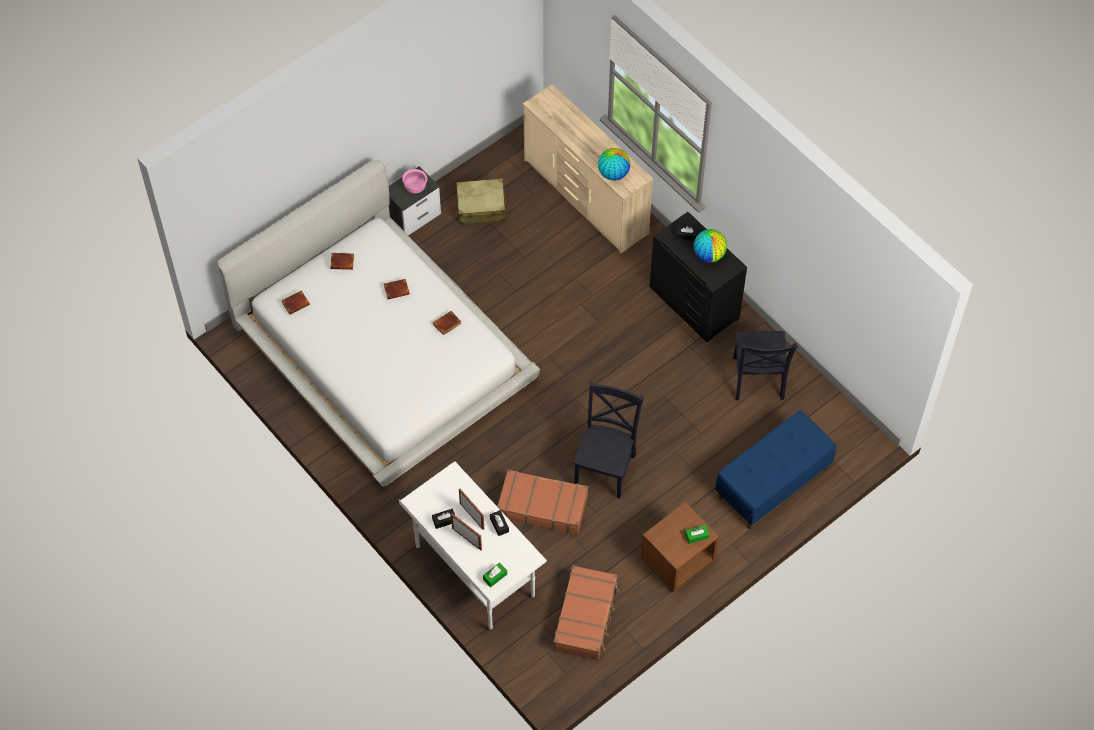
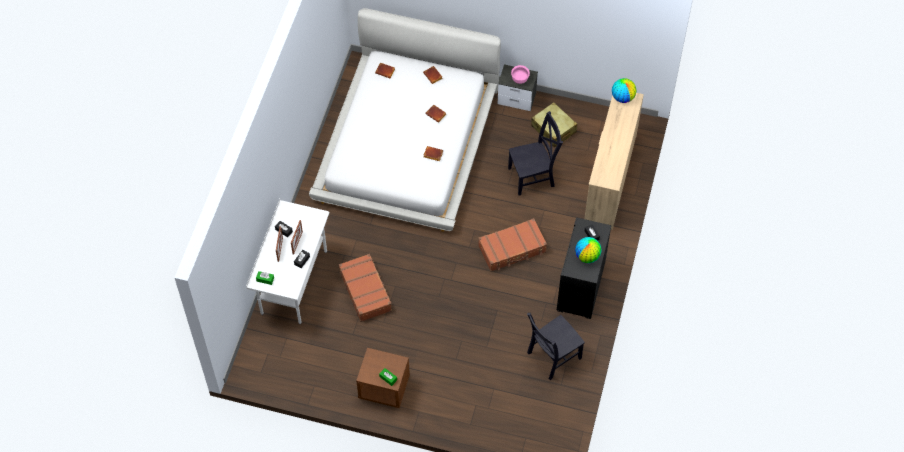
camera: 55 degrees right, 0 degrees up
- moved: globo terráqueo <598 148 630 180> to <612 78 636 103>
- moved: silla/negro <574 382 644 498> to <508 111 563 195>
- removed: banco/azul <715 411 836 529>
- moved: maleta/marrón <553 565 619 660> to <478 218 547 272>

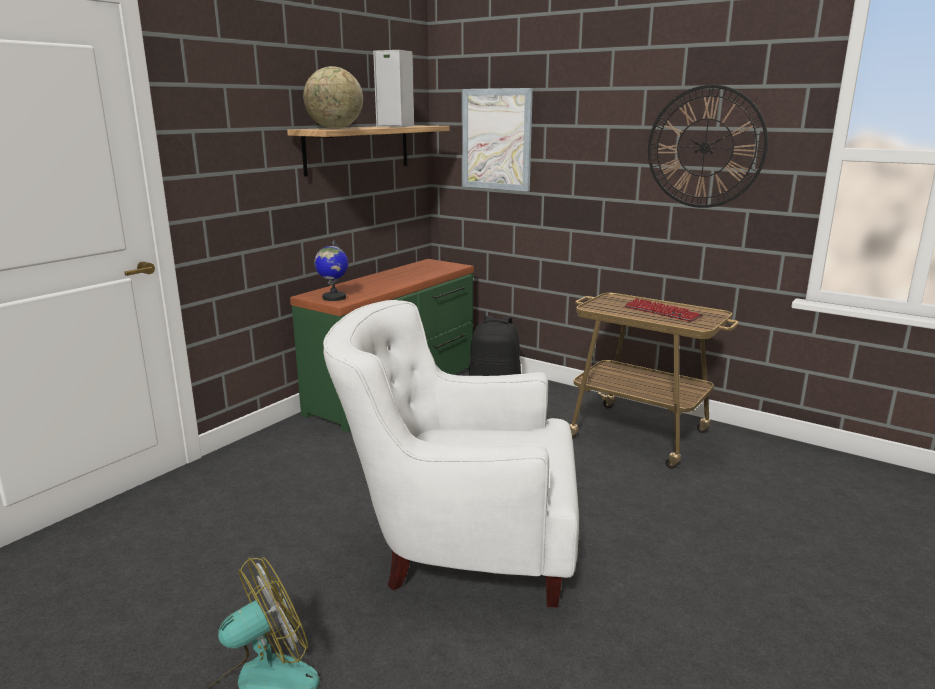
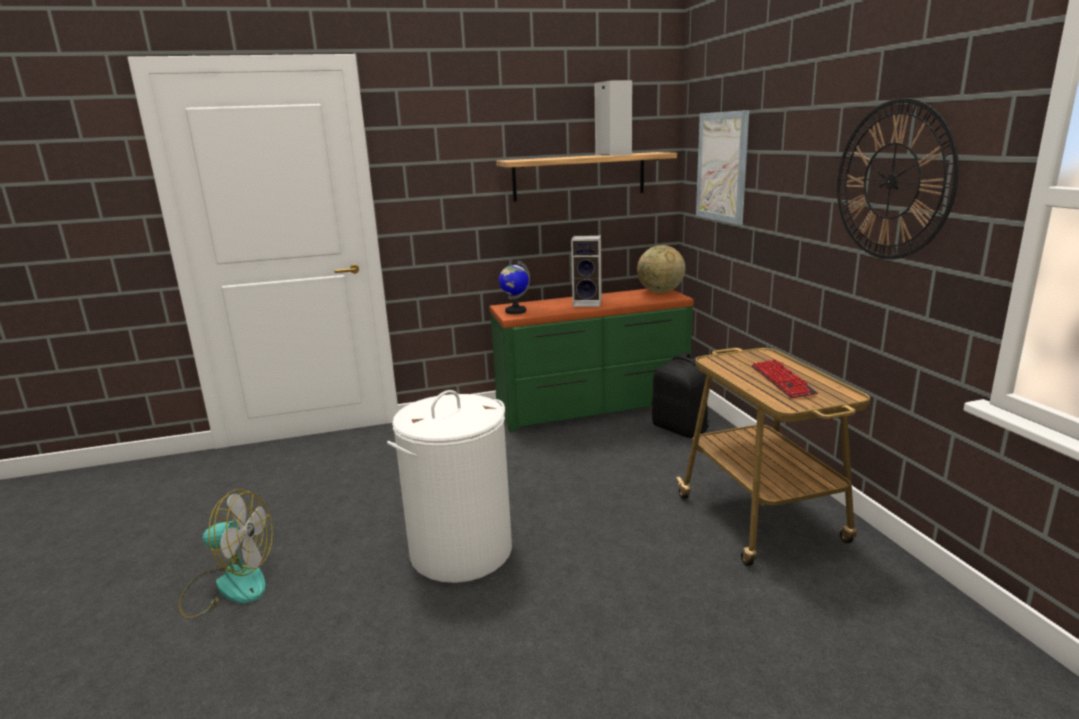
camera: 40 degrees right, 0 degrees up
- moved: globo terráqueo <303 66 363 129> to <637 245 685 293>
- replaced: sillón/blanco <323 300 579 608> to cesto de la ropa/blanco <387 390 512 583>
- added: altavoz <571 235 602 307>

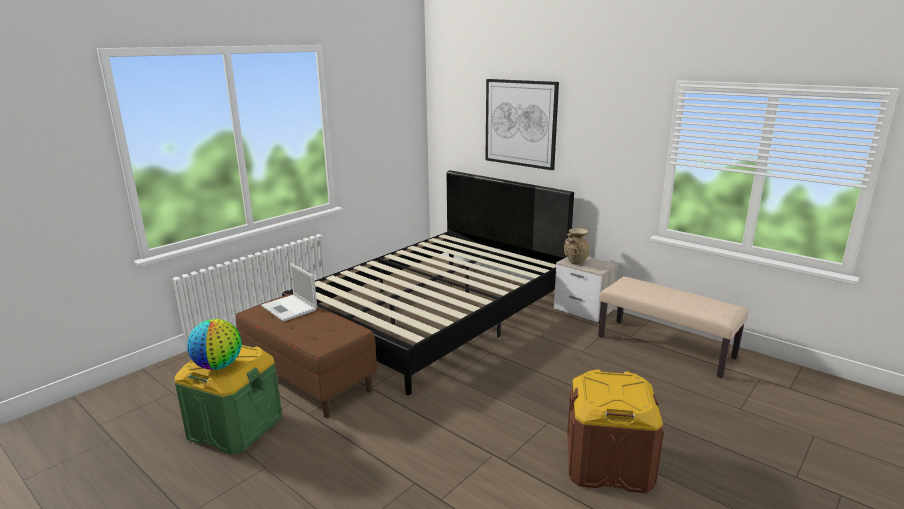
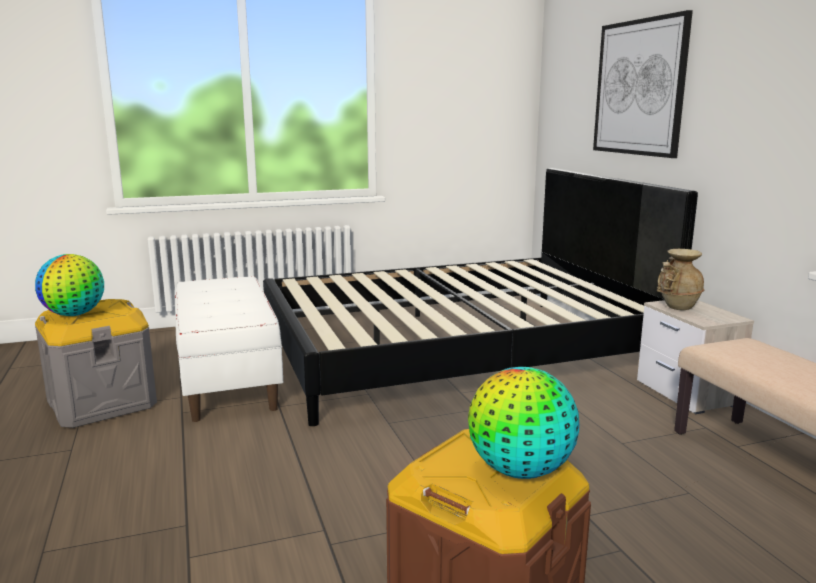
camera: 30 degrees right, 5 degrees down
- removed: portátil <261 263 317 322>
- recoloured: banco/marrón <236 294 377 418> to banco/blanco <175 276 283 422>
- recoloured: caja de almacenaje/verde <175 345 282 455> to caja de almacenaje/gris <35 299 157 428>
- added: globo terráqueo <468 367 579 479>

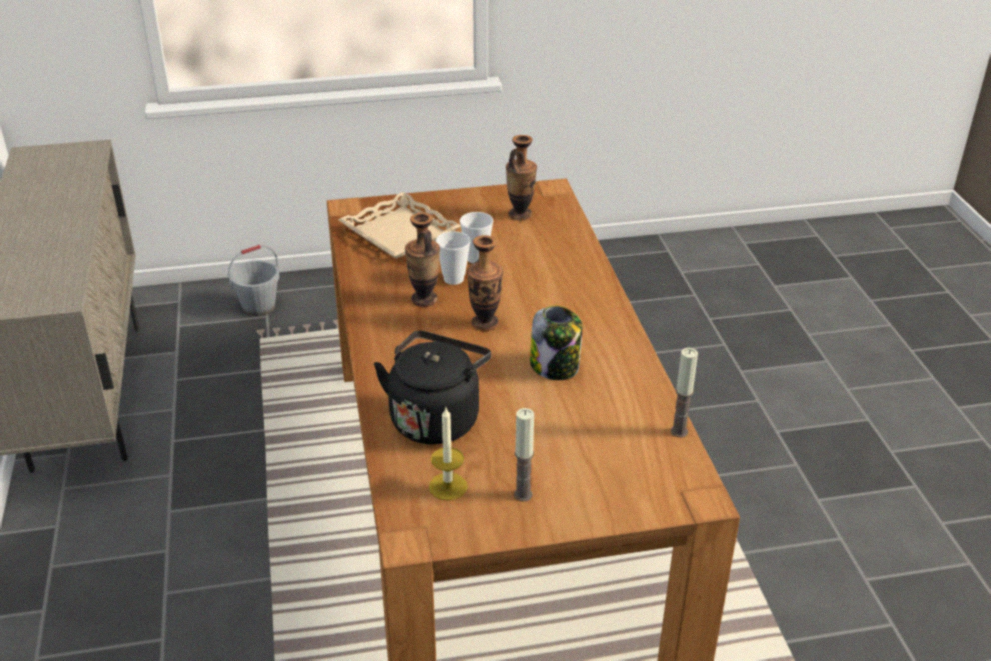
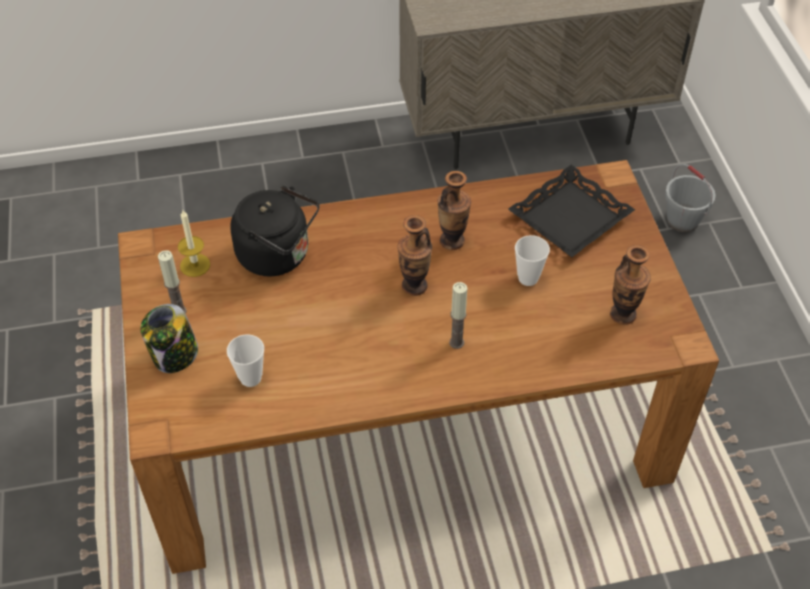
camera: 90 degrees right, 15 degrees up
- recoloured: bandeja/beis <338 192 461 259> to bandeja/negro <508 165 635 257>
- moved: taza <436 231 470 285> to <227 334 264 387>
- moved: tarro <530 305 582 380> to <140 304 198 373>
- moved: vela <671 348 698 437> to <449 282 467 349>

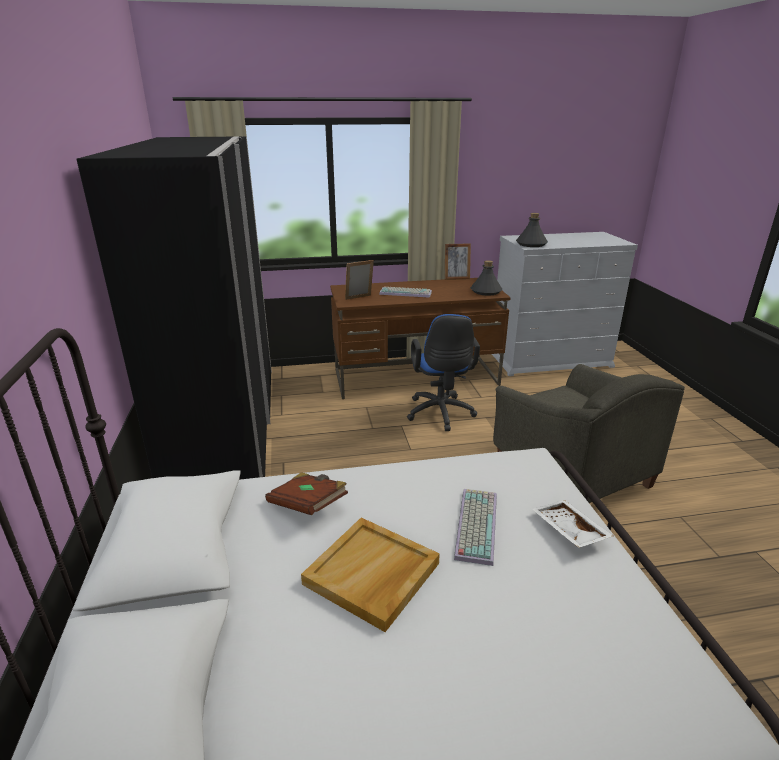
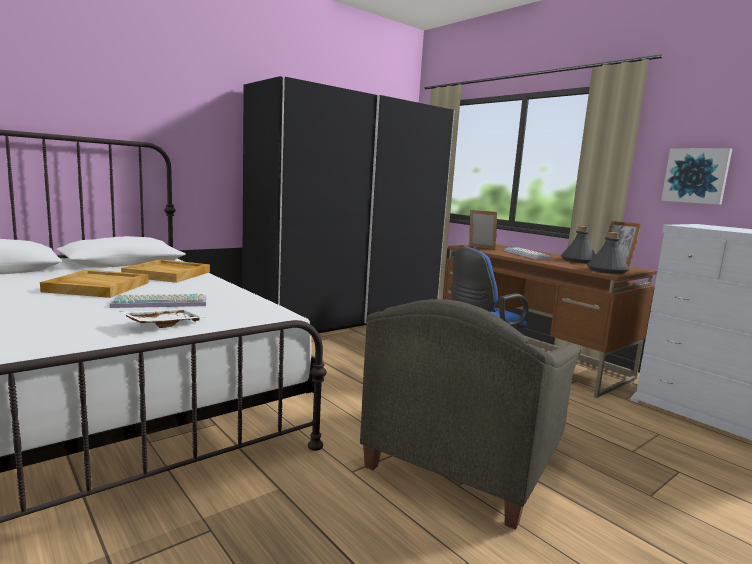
camera: 60 degrees right, 15 degrees down
- moved: botella/gris <516 213 548 247> to <561 226 596 263>
- replaced: libro/marrón <265 472 348 515> to bandeja/beis <121 259 210 283>
- added: cuadro <661 148 732 205>

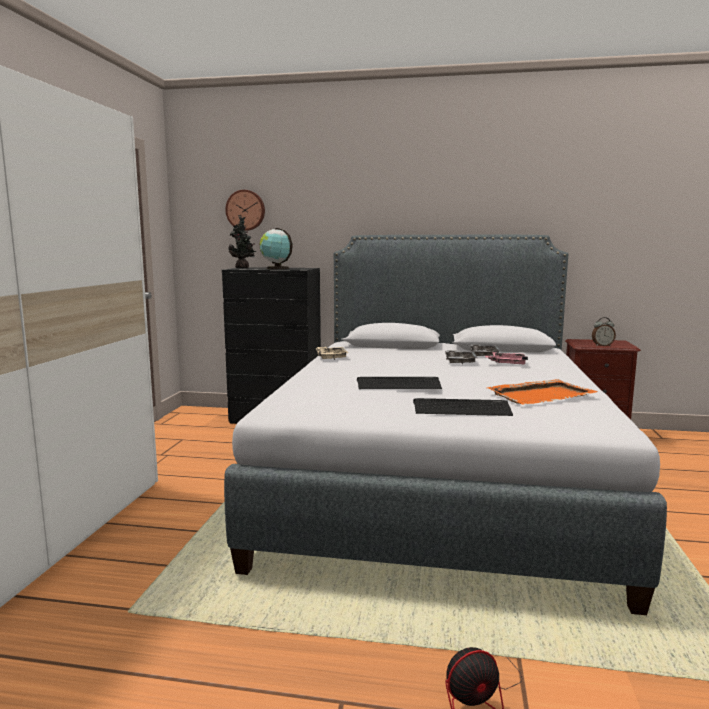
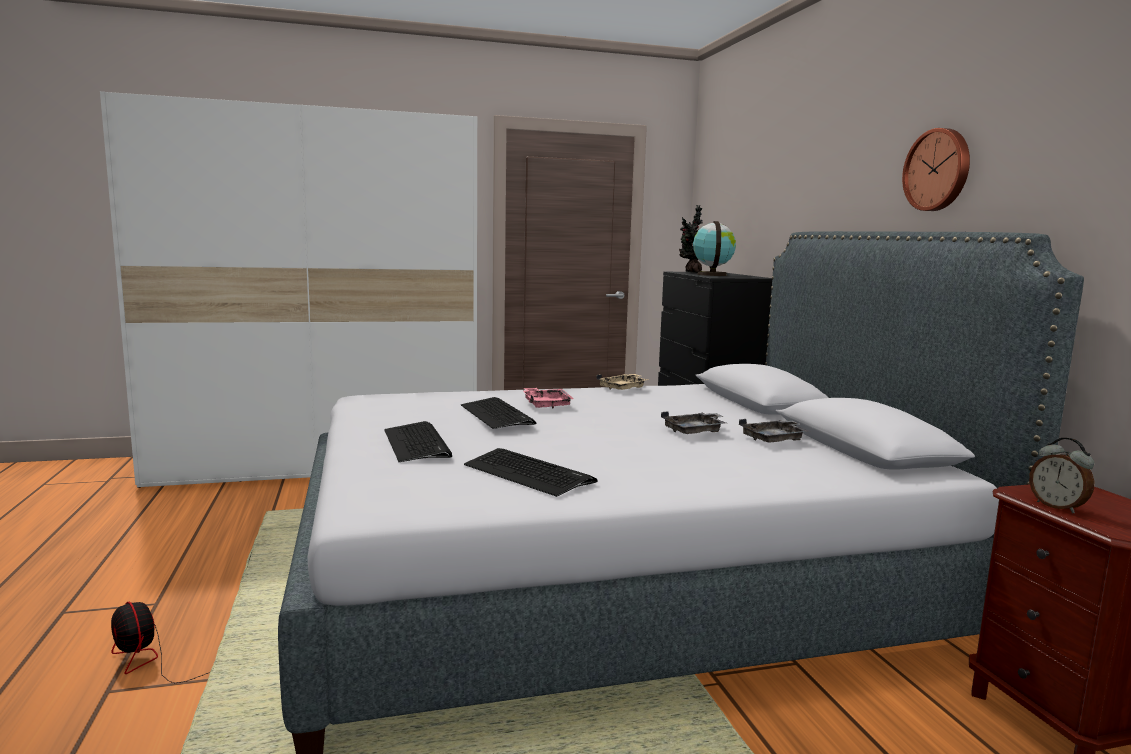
camera: 65 degrees right, 0 degrees up
- moved: reloj de pared <225 190 265 231> to <902 128 970 211>
- moved: bandeja/rosa <485 352 528 364> to <523 388 574 408>
- replaced: bandeja/naranja <487 379 598 405> to teclado <464 448 598 497>

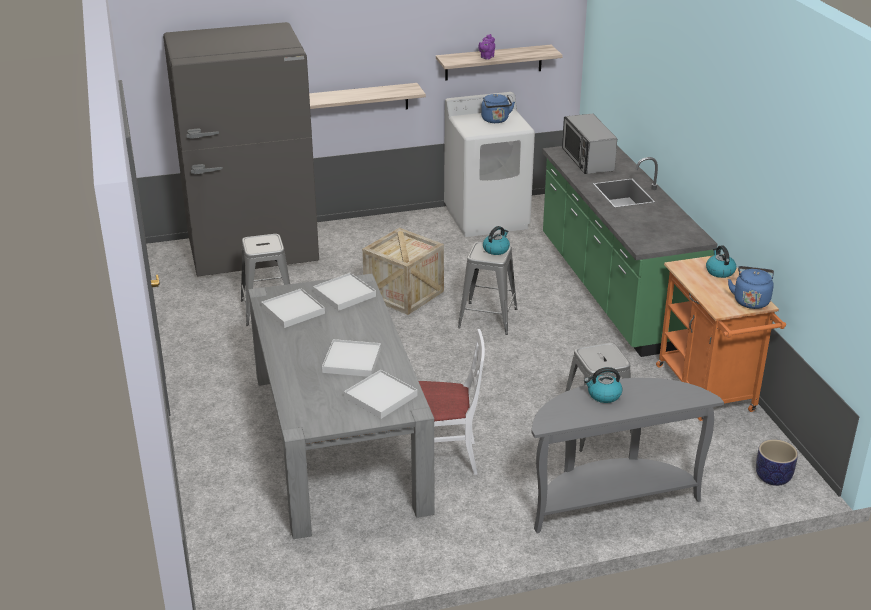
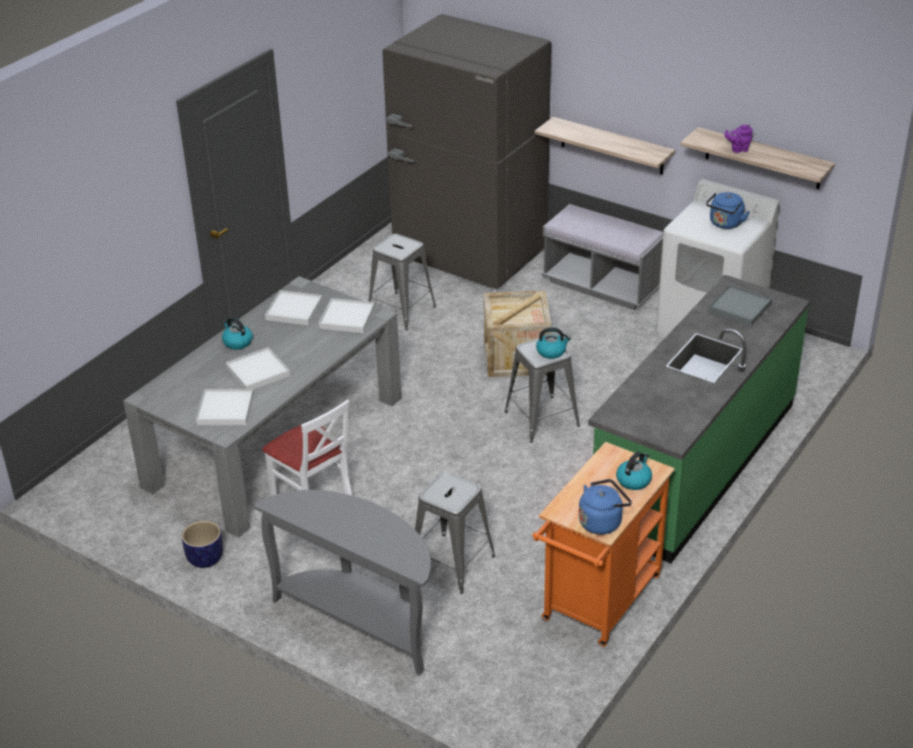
camera: 50 degrees right, 5 degrees up
- replaced: microondas <562 114 617 174> to bandeja/gris <709 285 772 326>
- moved: hervidor <584 367 623 403> to <222 317 253 349>
- moved: maceta <756 439 798 486> to <182 521 223 568>
- added: banco/gris <542 204 663 310>

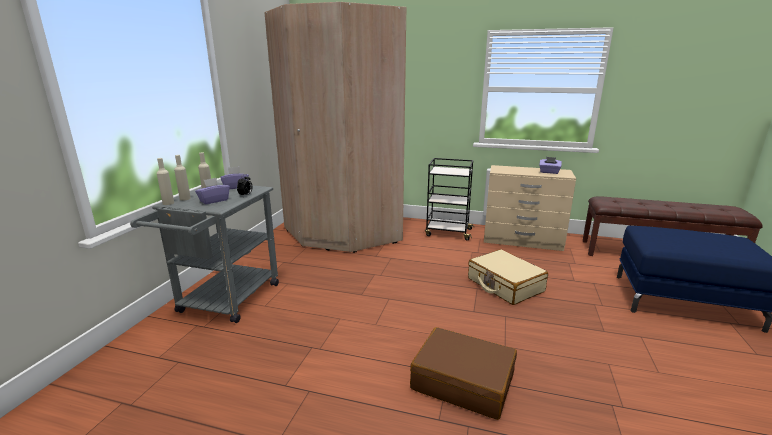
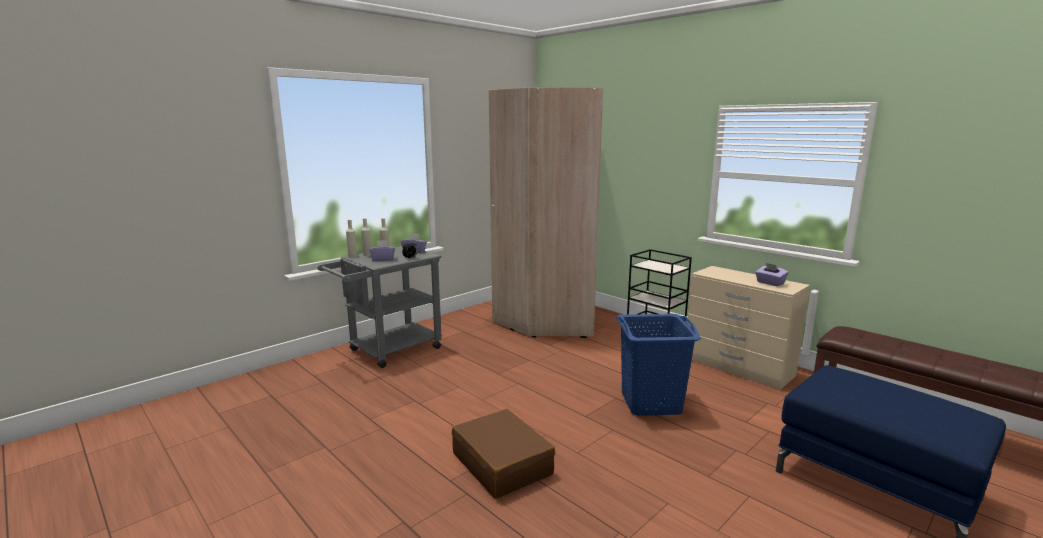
camera: 30 degrees right, 5 degrees down
- replaced: maleta/beis <468 249 548 305> to cesto de la ropa/azul <616 314 701 416>

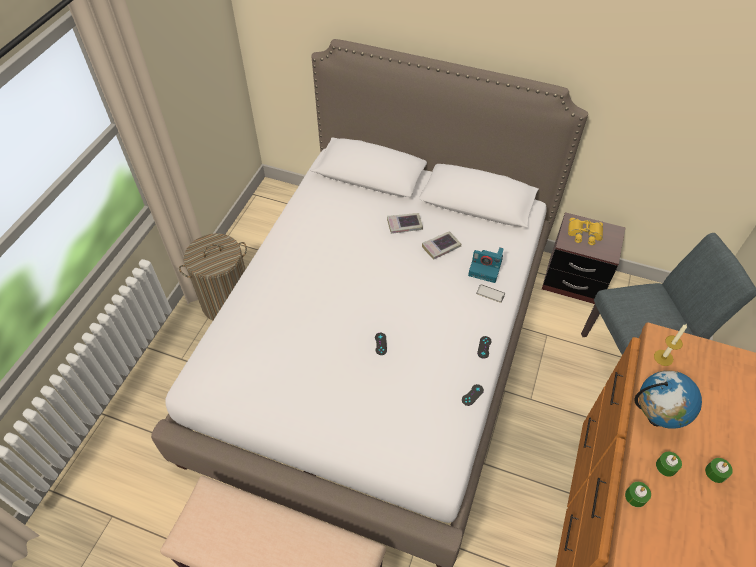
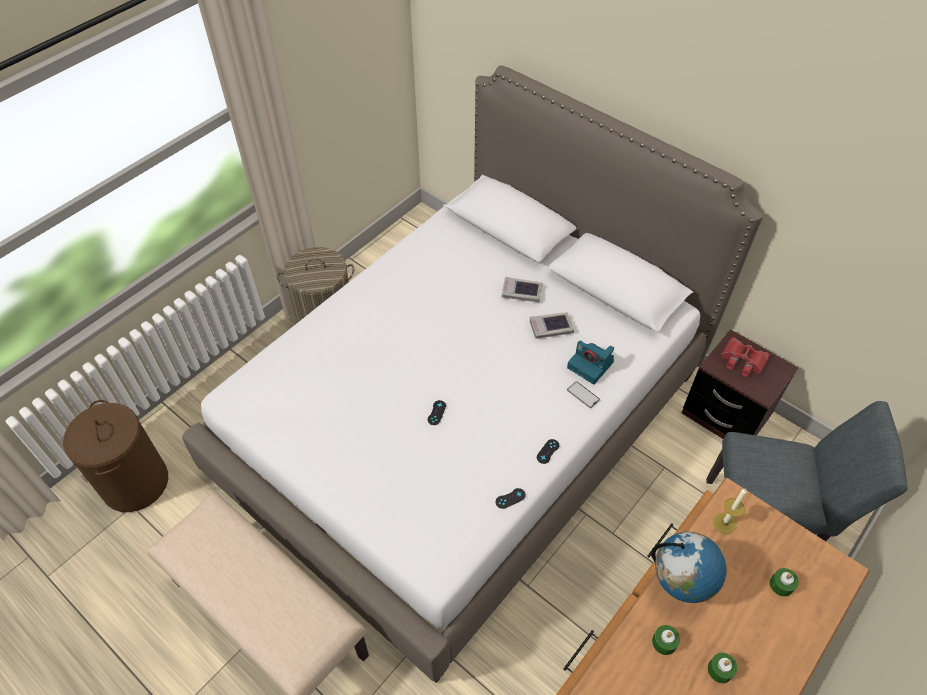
camera: 20 degrees right, 0 degrees up
- recoloured: prismáticos/amarillo <568 218 603 245> to prismáticos/rojo <721 337 770 377>
- moved: vela/verde <625 482 651 507> to <770 568 799 597>
- added: cesto de la ropa/marrón <63 400 168 512>

